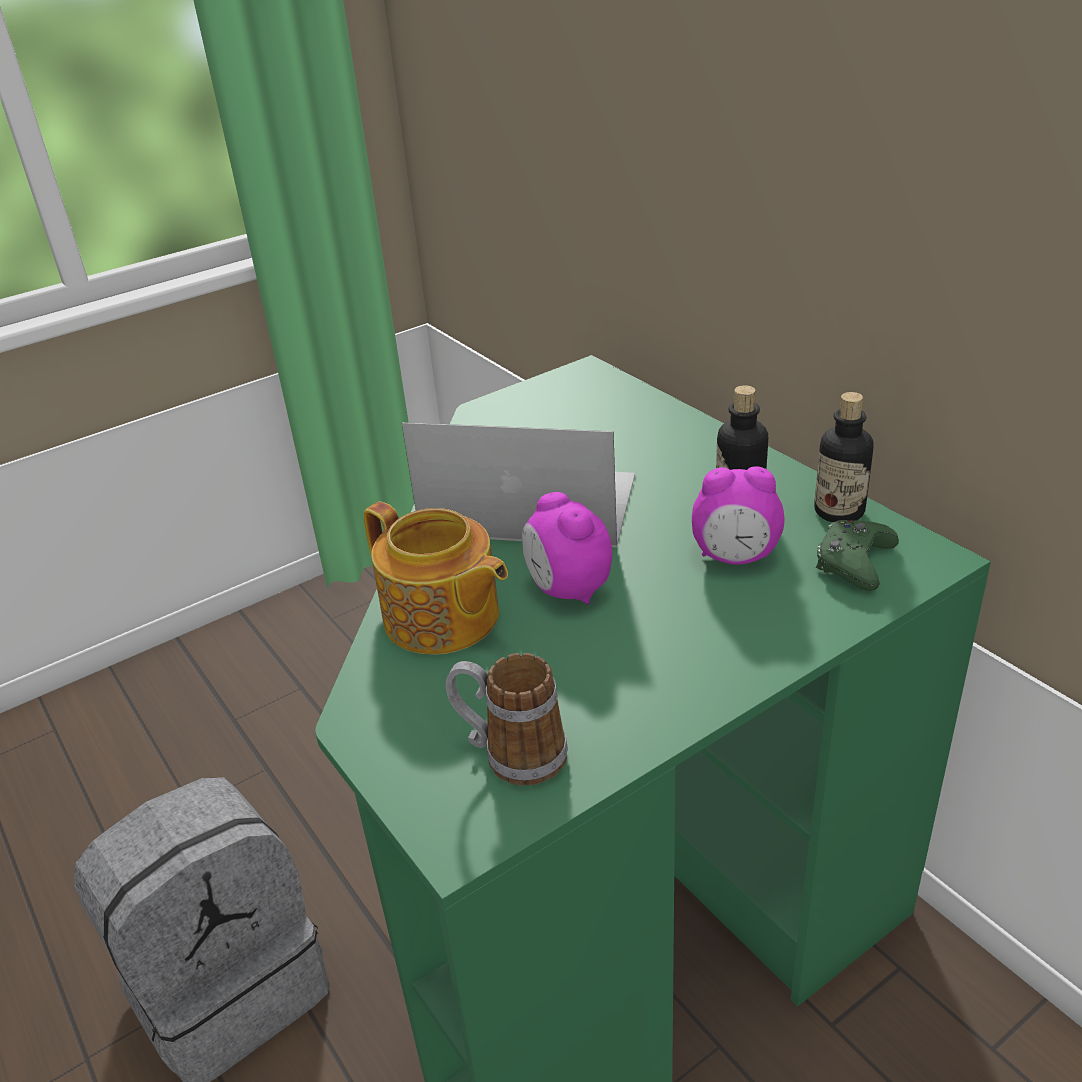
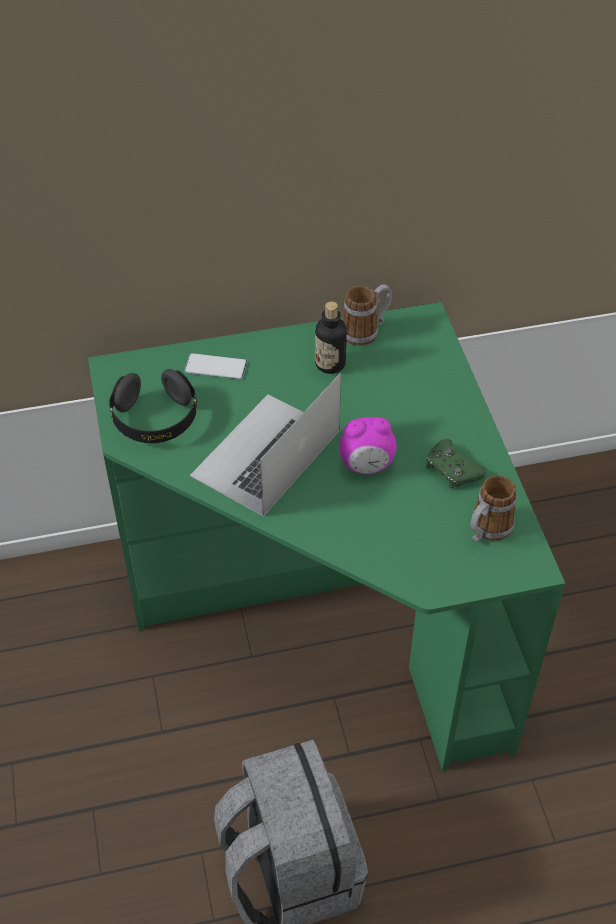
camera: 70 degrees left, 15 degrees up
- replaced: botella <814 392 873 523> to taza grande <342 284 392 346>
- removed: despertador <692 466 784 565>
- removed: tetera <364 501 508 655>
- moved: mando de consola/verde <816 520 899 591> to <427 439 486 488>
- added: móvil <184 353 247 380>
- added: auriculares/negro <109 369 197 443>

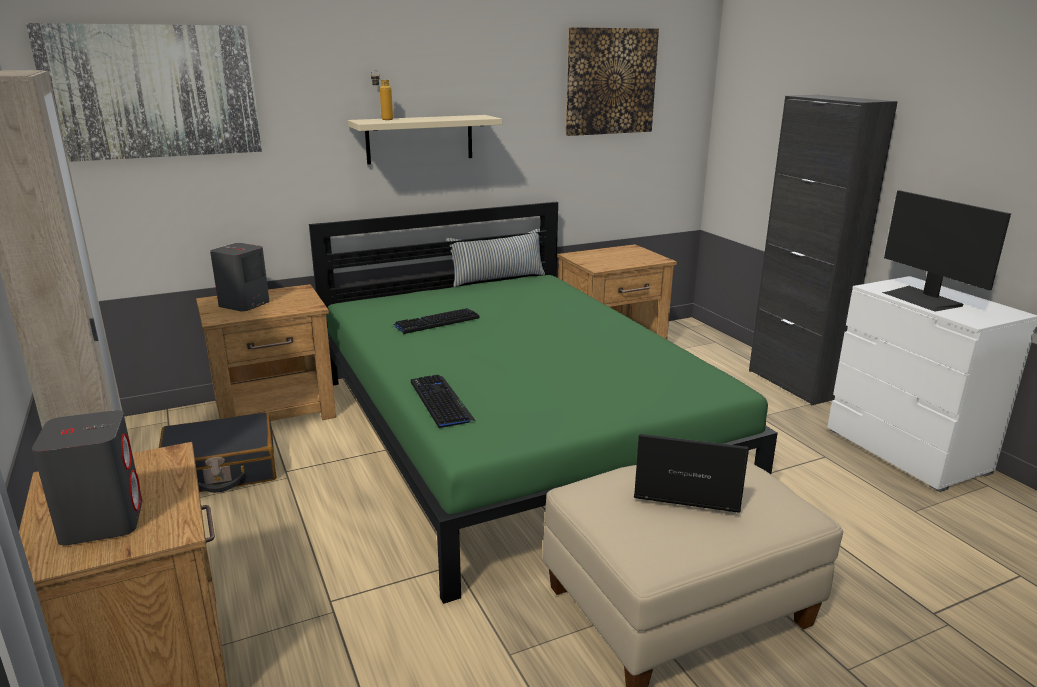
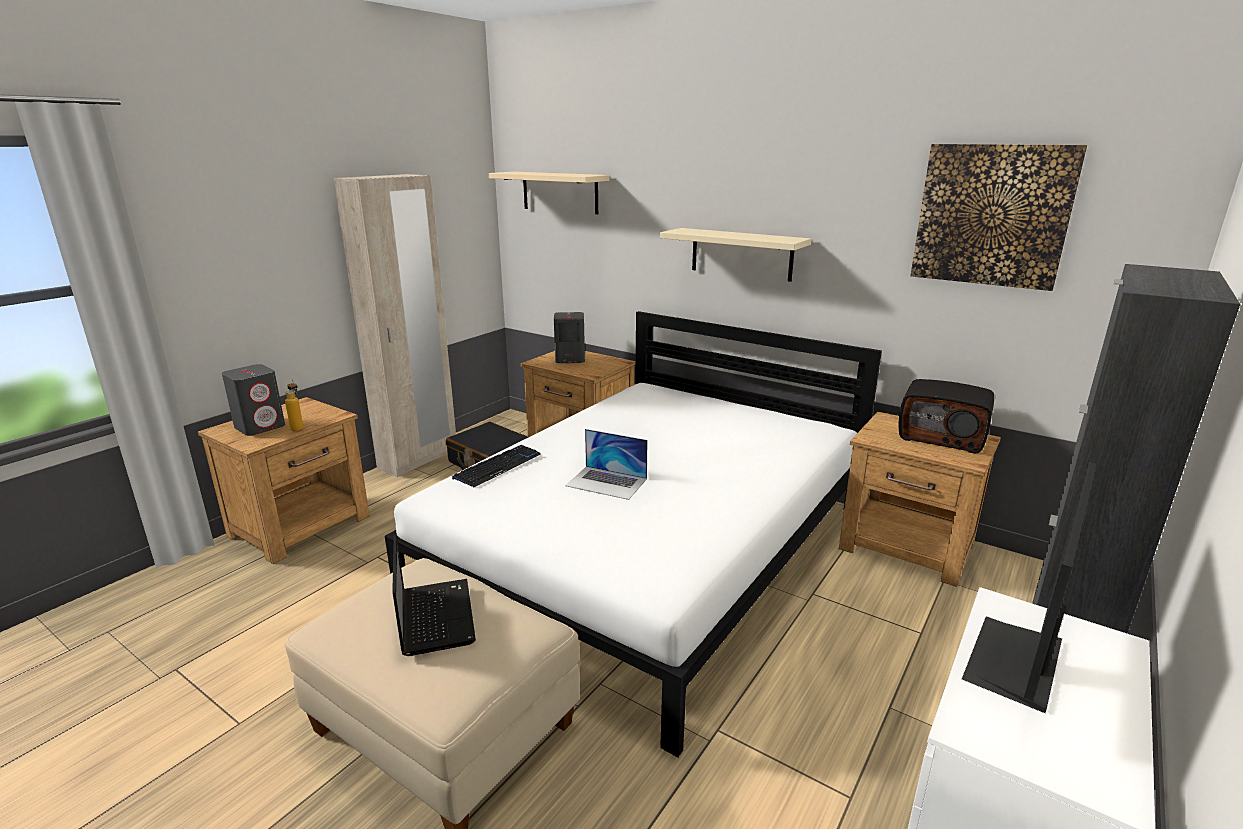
camera: 60 degrees right, 0 degrees up
- replaced: cuadro <26 23 262 162> to estante/beis <489 172 609 214>
- moved: botella <371 70 393 120> to <285 379 304 432>
- recoloured: cama/verde <309 202 778 604> to cama/blanco <385 311 882 757>
- removed: cojín <447 229 545 287>
- removed: teclado <394 308 480 334>
- added: radio <899 379 994 454>
- added: portátil <565 429 648 500>

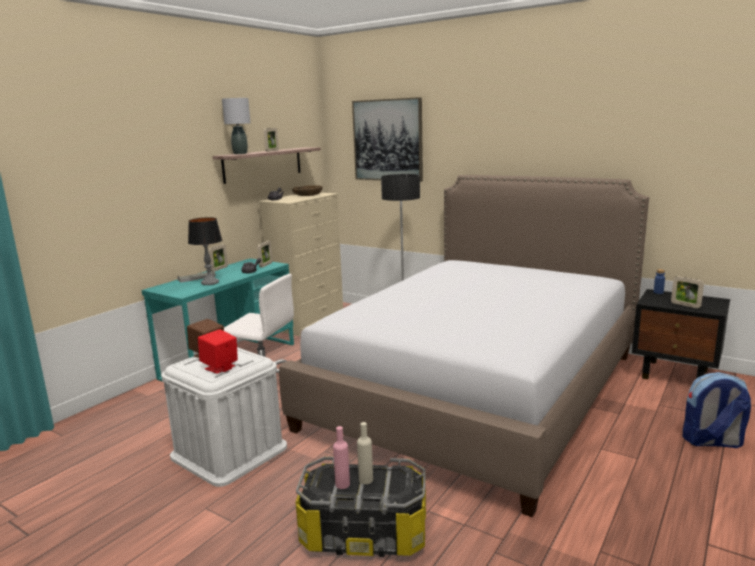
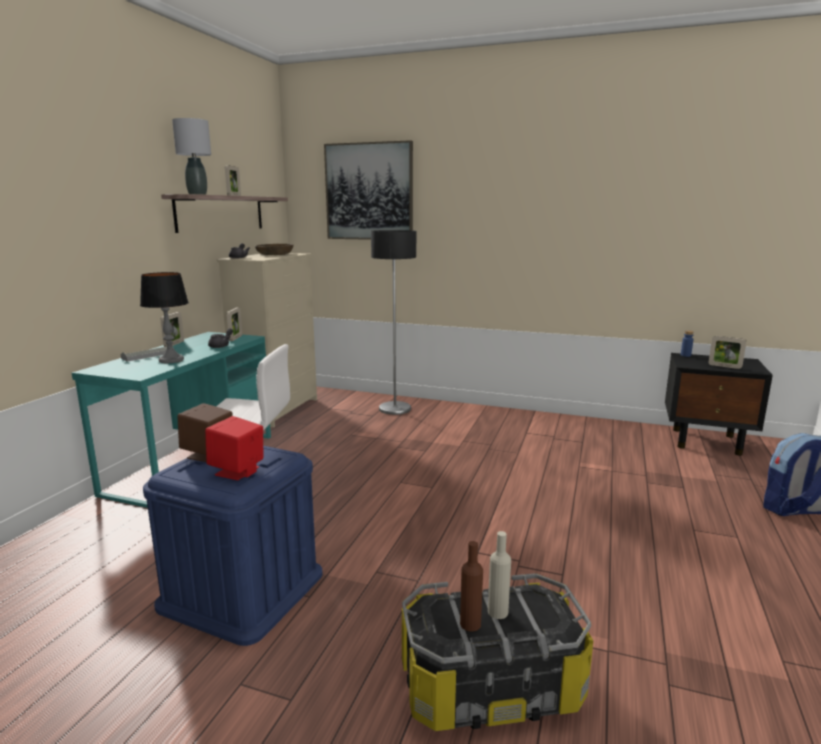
camera: 15 degrees left, 0 degrees up
- removed: cama <279 175 649 517>
- recoloured: caja de almacenaje/blanco <161 347 287 487> to caja de almacenaje/azul <143 446 322 646>
- recoloured: botella/rosa <333 426 350 489> to botella/marrón <460 541 483 632>

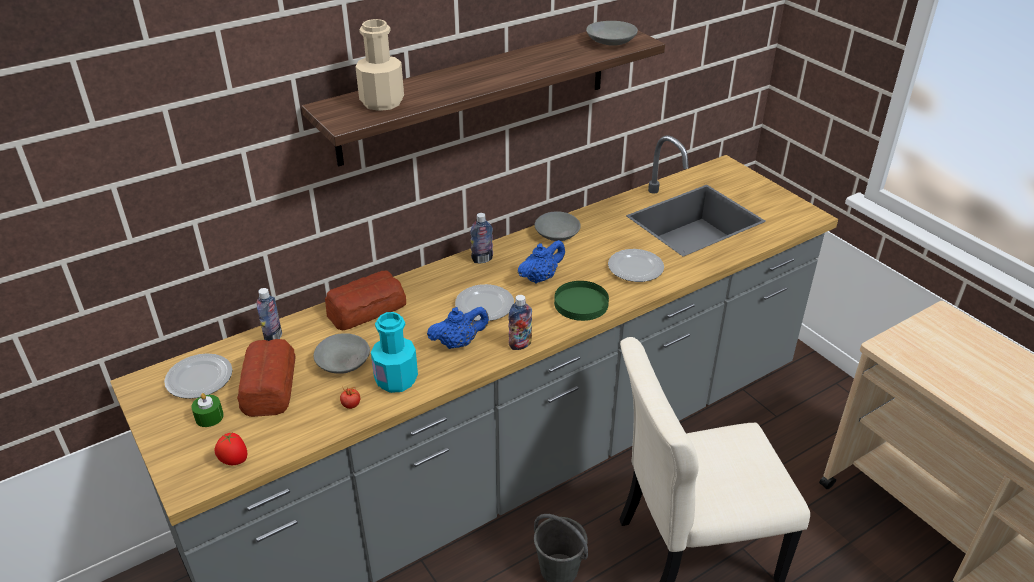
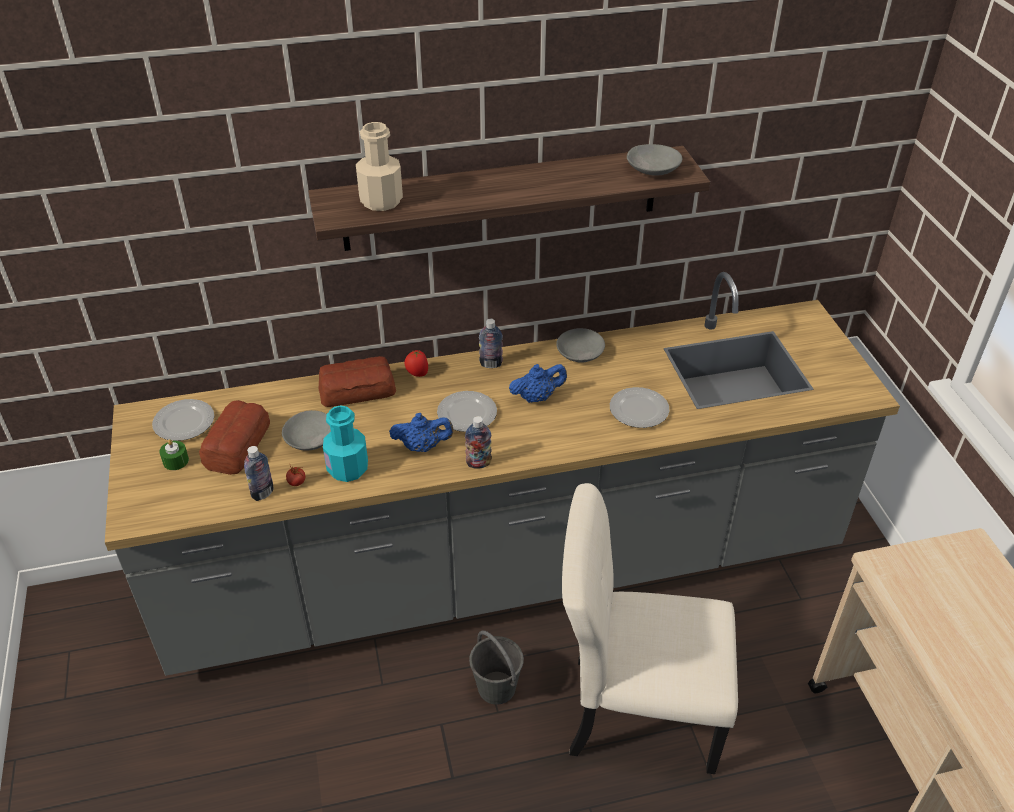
camera: 20 degrees right, 5 degrees up
- removed: plato/verde <554 281 609 321>
- moved: botella <257 288 282 341> to <244 446 274 501>
- moved: tomate <215 433 247 465> to <404 350 428 377>

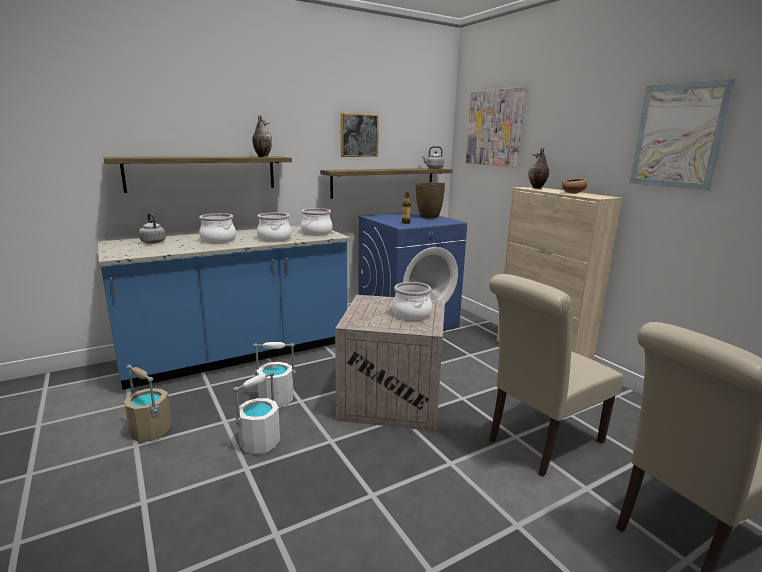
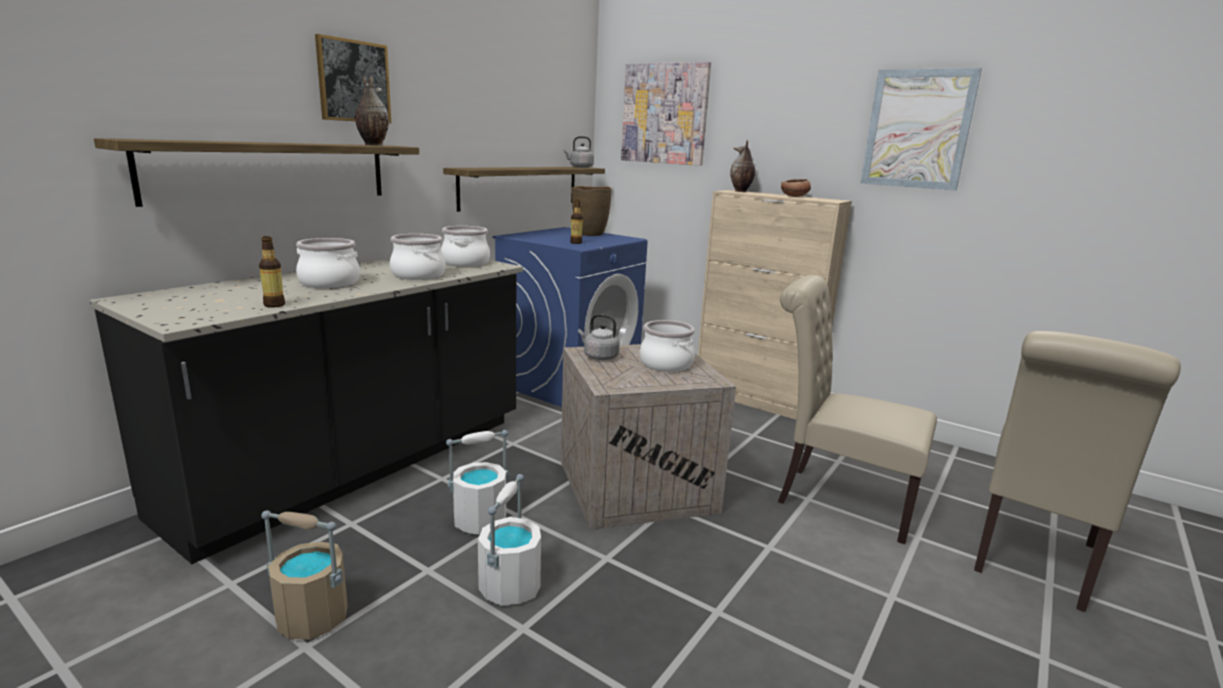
camera: 25 degrees left, 0 degrees up
- moved: cuadro <341 113 379 157> to <315 34 391 123>
- moved: hervidor/gris <139 213 166 244> to <578 314 620 360>
- recoloured: mueble bajo de cocina/azul <98 226 350 390> to mueble bajo de cocina/negro <90 258 523 564>
- turned: silla/beis <489 274 624 477> = <778 275 937 544> 90 degrees clockwise
- added: botella <259 236 285 308>

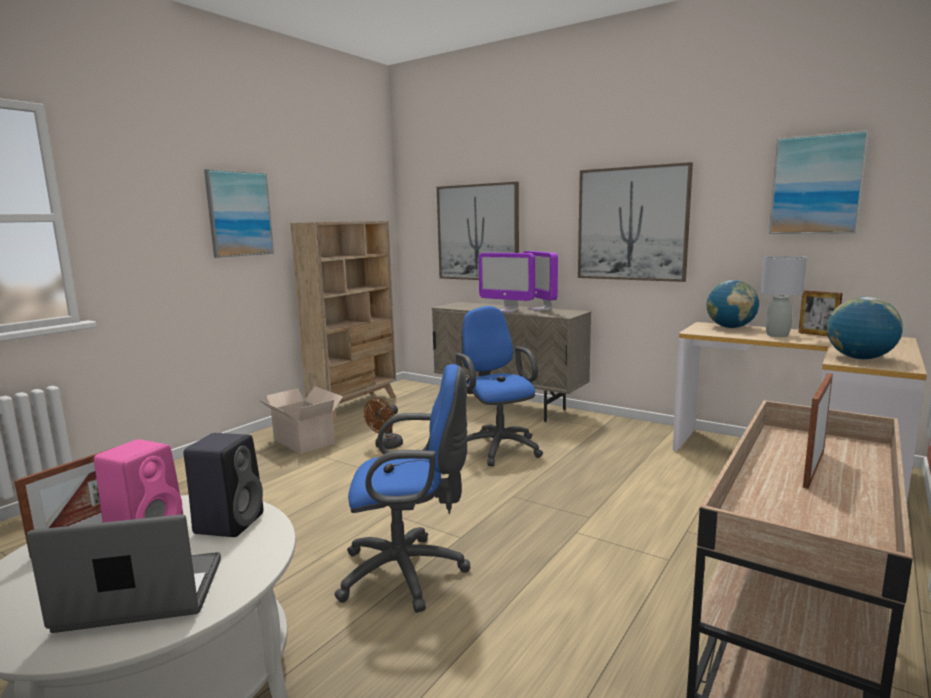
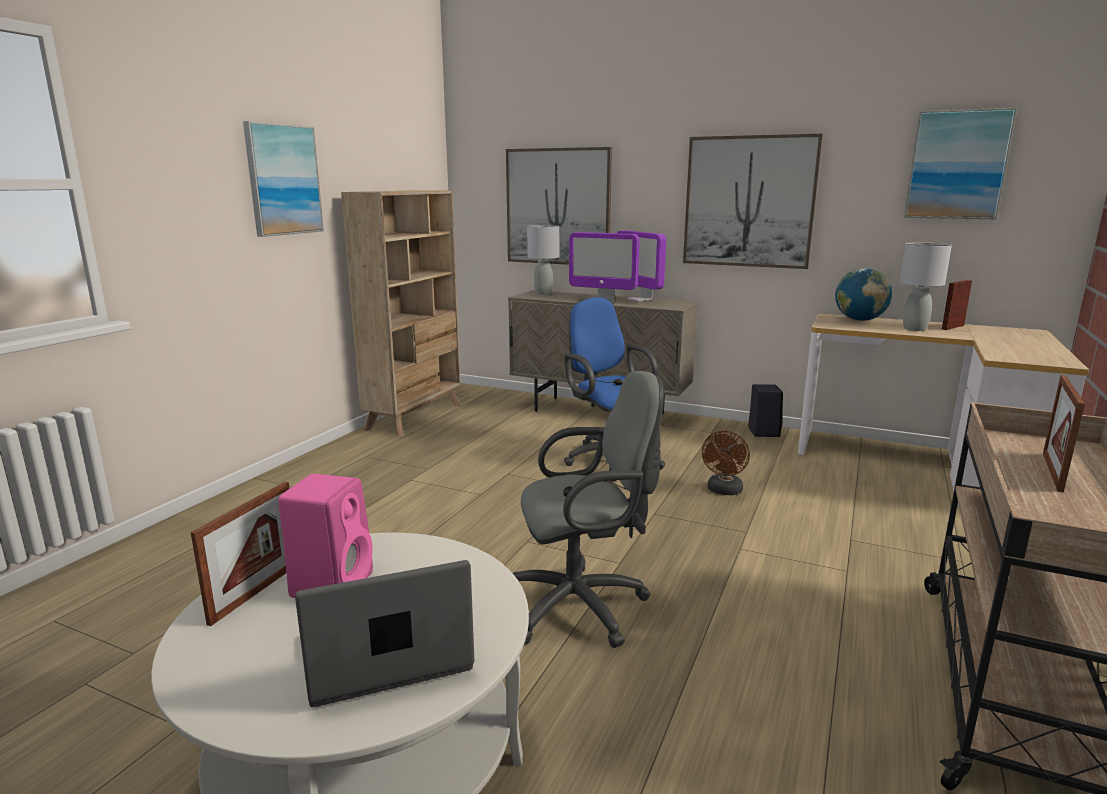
camera: 10 degrees left, 5 degrees up
- turned: portarretratos <798 290 843 336> = <942 280 972 330> 105 degrees clockwise
- removed: globo terráqueo <827 297 903 359>
- recoloured: silla de oficina/azul <334 364 470 613> to silla de oficina/gris <513 371 664 648>
- removed: caja de cartón <258 386 343 454>
- moved: ventilador/marrón <364 398 403 449> to <702 431 750 495>
- moved: altavoz/negro <183 433 263 537> to <748 384 783 437>
- added: lámpara de mesa/gris <527 225 560 295>

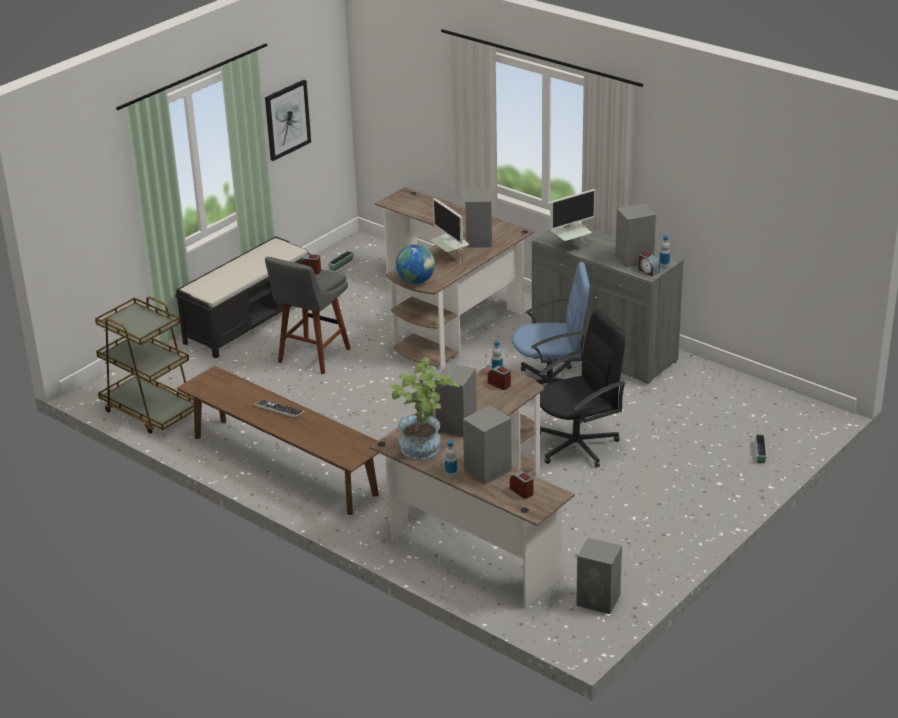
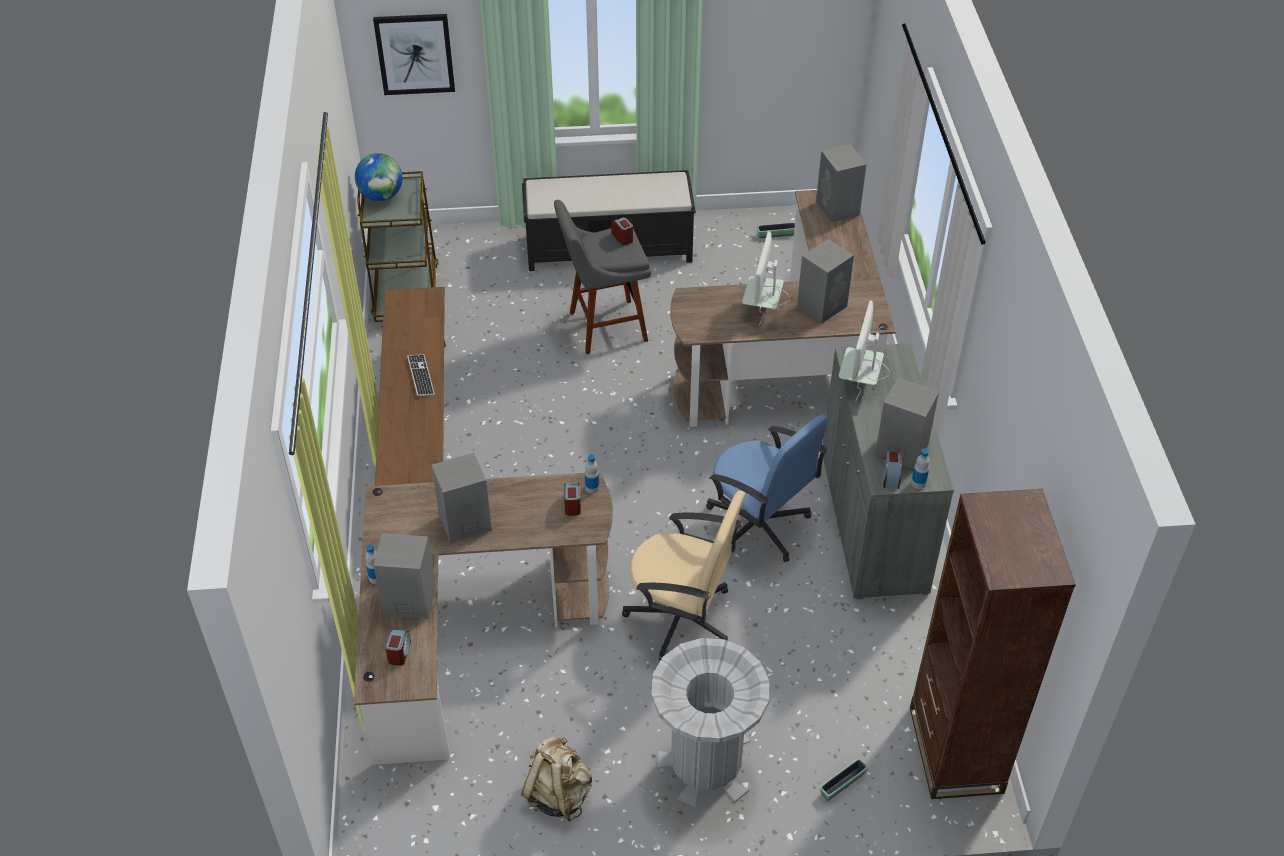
camera: 45 degrees right, 15 degrees up
- moved: cuadro <265 80 311 161> to <373 14 455 95>
- turned: monitor <550 189 596 243> = <838 300 890 401> 90 degrees clockwise
- moved: globo terráqueo <396 244 435 284> to <355 153 403 201>
- recoloured: silla de oficina/negro <540 310 626 468> to silla de oficina/beis <622 491 745 660>
- removed: planta en maceta <389 358 460 459>
- moved: altavoz/gris <576 538 622 614> to <816 144 866 222>
- added: estantería/marrón <910 489 1076 799>
- added: papelera/gris <651 638 769 807>
- added: mochila/beis <521 737 592 822>

